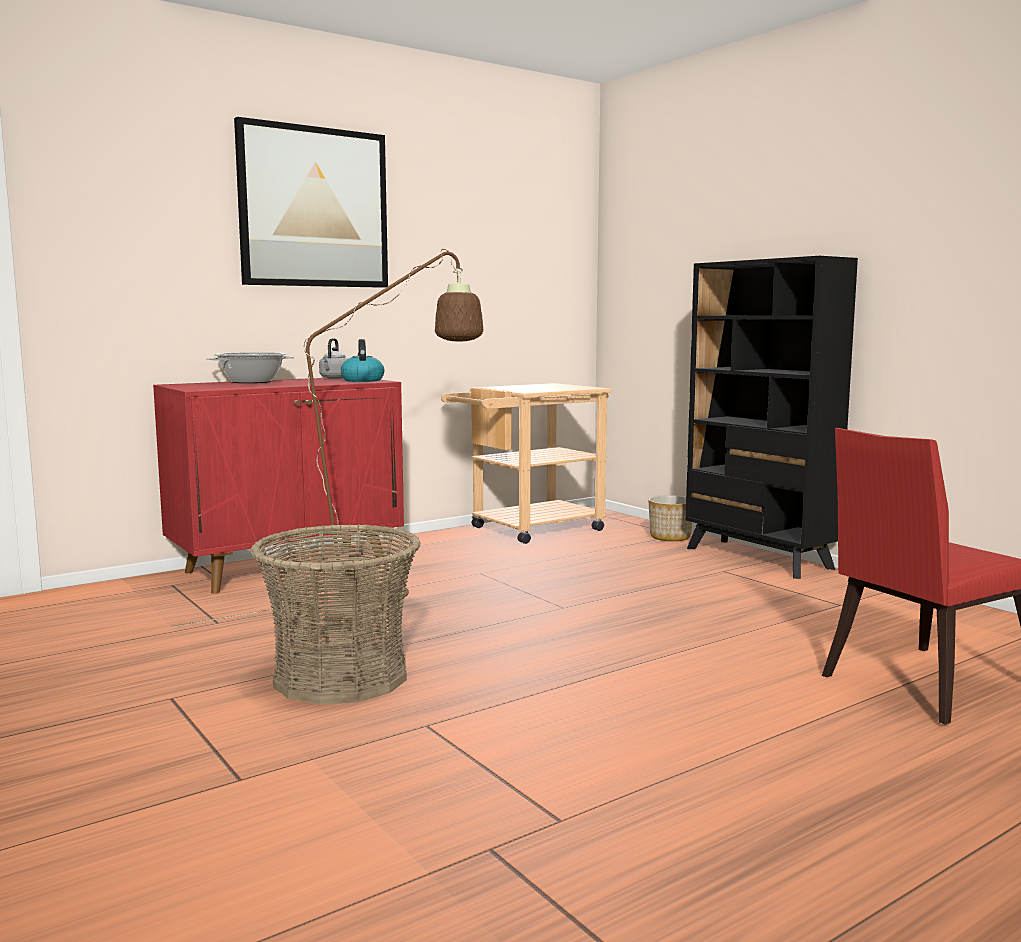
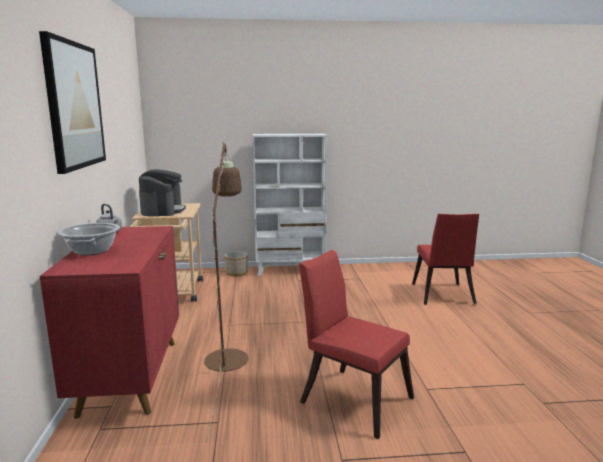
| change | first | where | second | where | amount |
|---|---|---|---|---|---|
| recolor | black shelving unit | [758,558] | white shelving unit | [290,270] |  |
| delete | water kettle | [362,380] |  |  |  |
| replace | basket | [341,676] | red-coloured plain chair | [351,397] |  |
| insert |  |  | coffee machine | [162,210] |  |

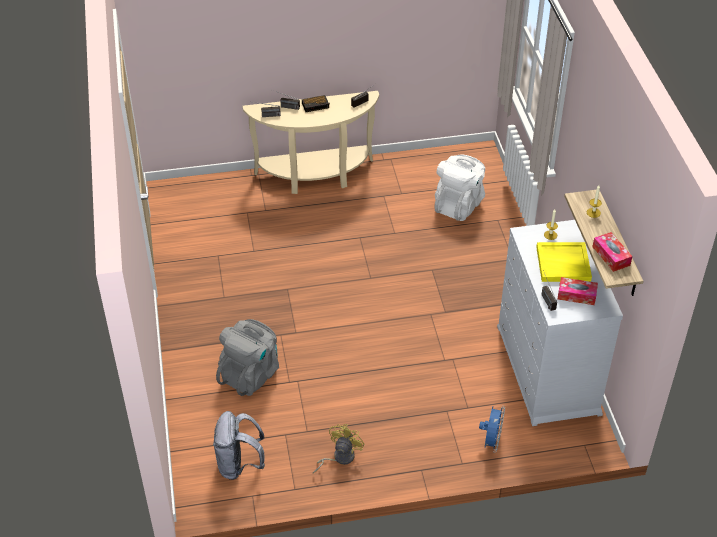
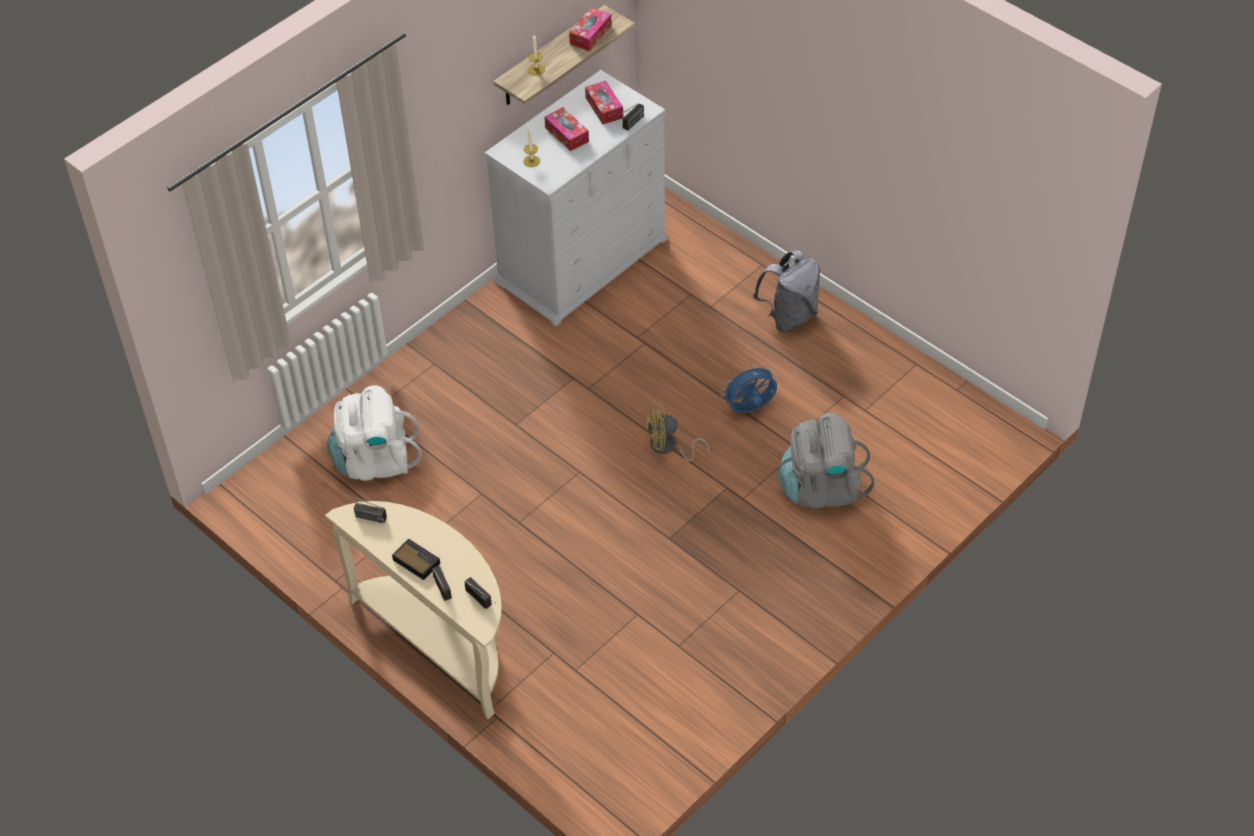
| change | first | where | second | where | amount |
|---|---|---|---|---|---|
| replace | yellow-coloured carrying tray | [563,263] | box of tissues | [567,134] |  |
| move | blue-coloured electric fan | [491,441] |  | [750,409] |  |
| move | grey backpack | [239,465] |  | [789,317] |  |
| move | yellow-coloured electric fan | [339,458] |  | [668,447] |  |

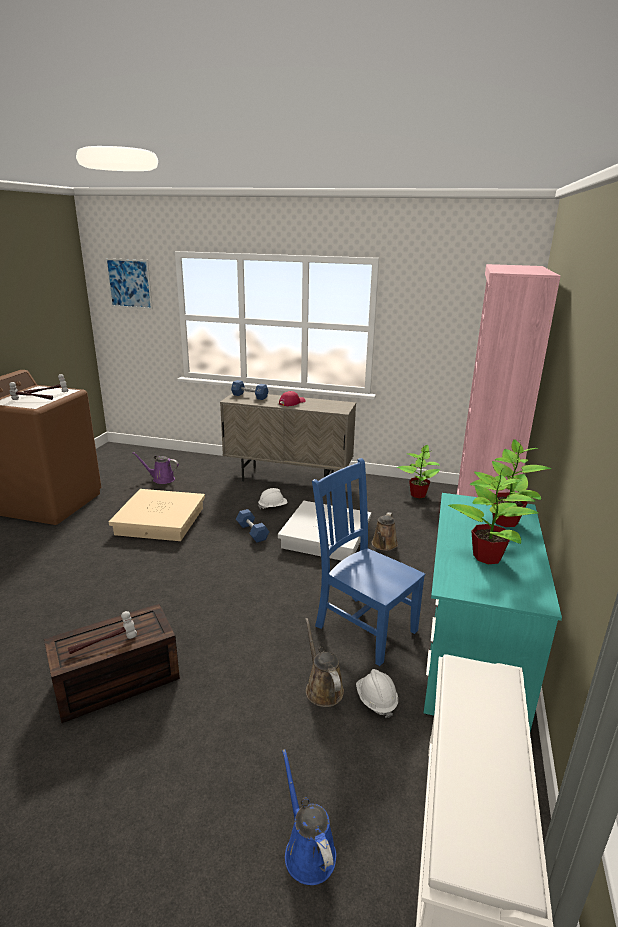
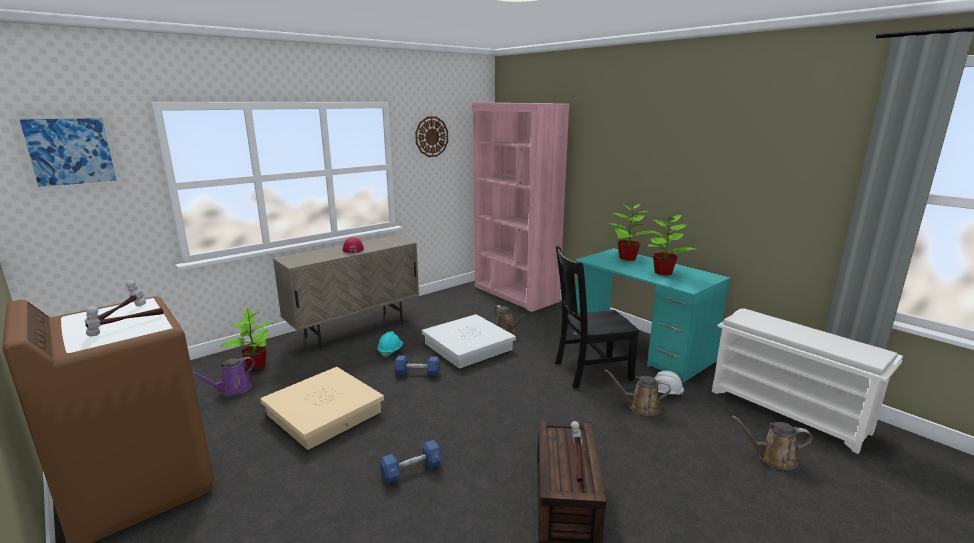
| change | first | where | second | where | amount |
|---|---|---|---|---|---|
| move | blue-coloured dumbbell | [249,396] |  | [411,470] |  |
| move | houseplant | [418,494] |  | [255,365] |  |
| recolor | blue-coloured plain chair | [363,626] | black plain chair | [590,371] |  |
| recolor | white safety helmet | [273,507] | turquoise safety helmet | [390,351] |  |
| recolor | blue-coloured watering can | [307,850] | brown watering can | [773,458] |  |
| insert |  |  | clock on the wall | [431,136] |  |

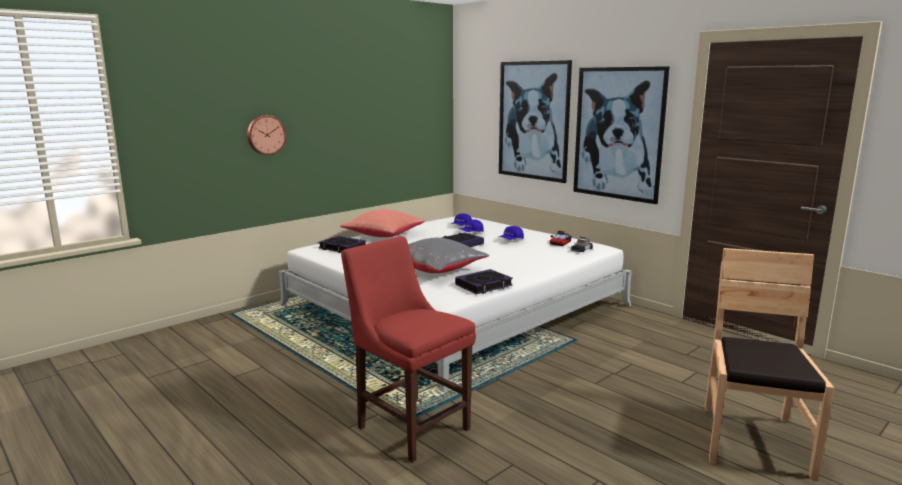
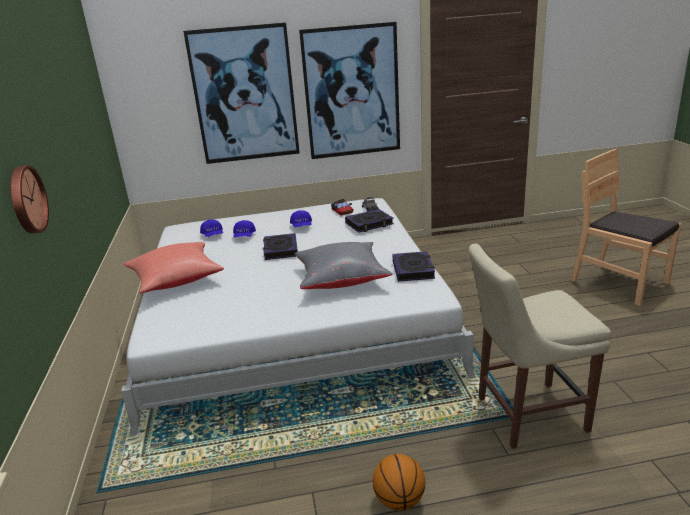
| change | first | where | second | where | amount |
|---|---|---|---|---|---|
| move | book | [342,248] |  | [369,224] |  |
| recolor | red-coloured plain chair | [410,425] | sand-coloured plain chair | [526,414] |  |
| insert |  |  | basketball | [399,501] |  |

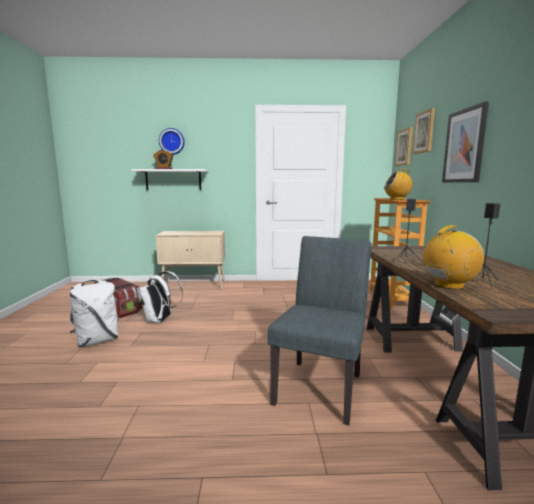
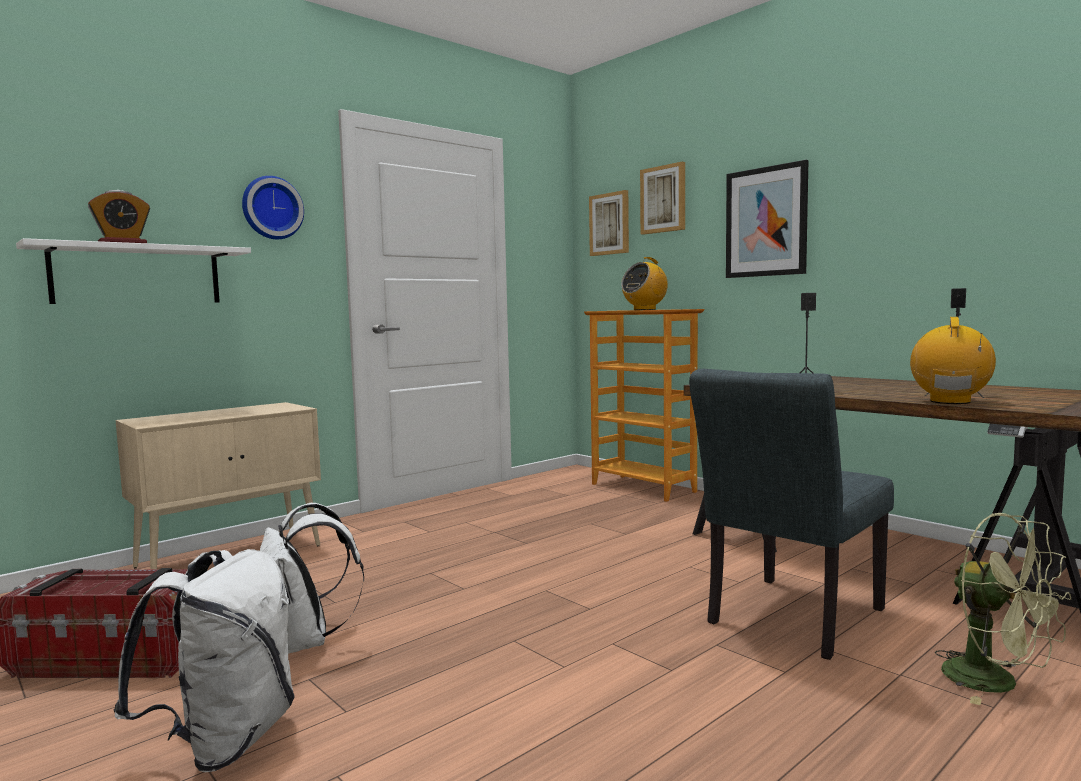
| change | first | where | second | where | amount |
|---|---|---|---|---|---|
| move | clock on the wall | [172,141] |  | [271,208] |  |
| rotate | grey plain chair | [321,384] |  | [788,620] | 120 degrees counterclockwise |
| insert |  |  | greenish electric fan | [996,683] |  |

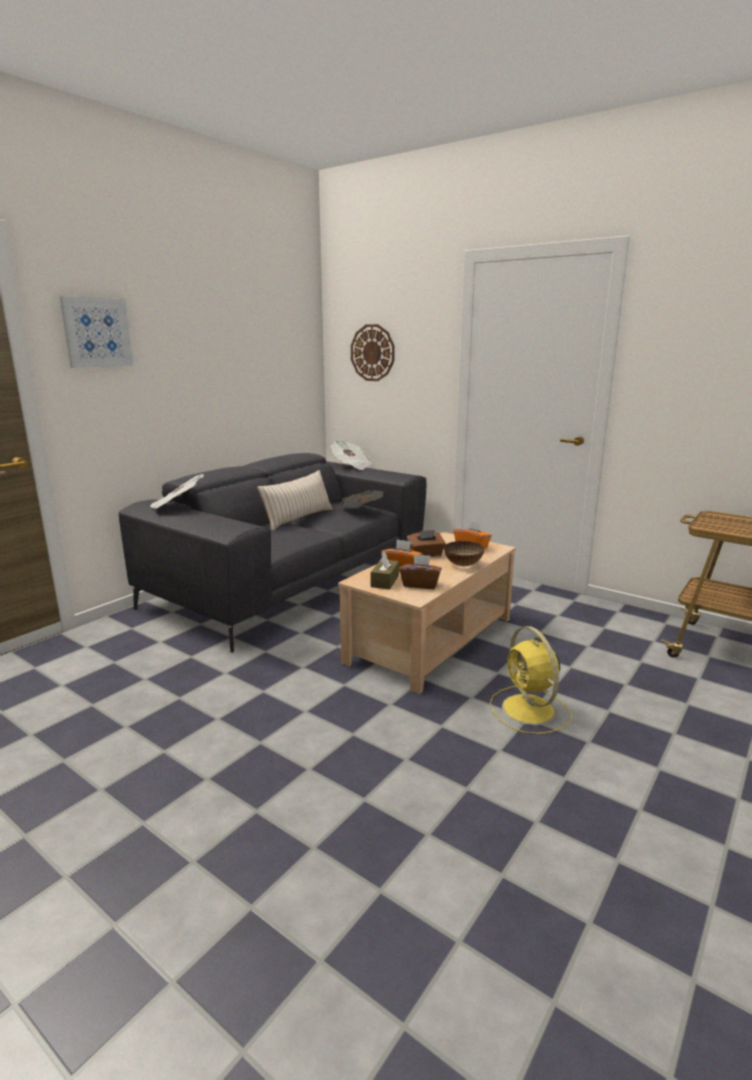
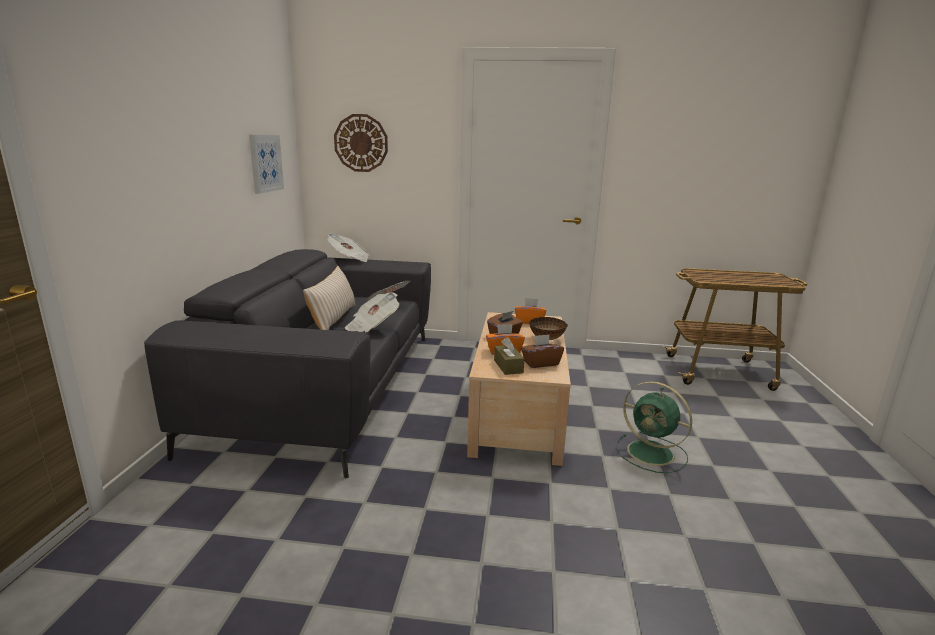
| change | first | where | second | where | amount |
|---|---|---|---|---|---|
| move | picture | [97,332] |  | [265,163] |  |
| move | newspaper | [177,506] |  | [372,326] |  |
| recolor | yellow-coloured electric fan | [530,711] | greenish electric fan | [652,453] |  |

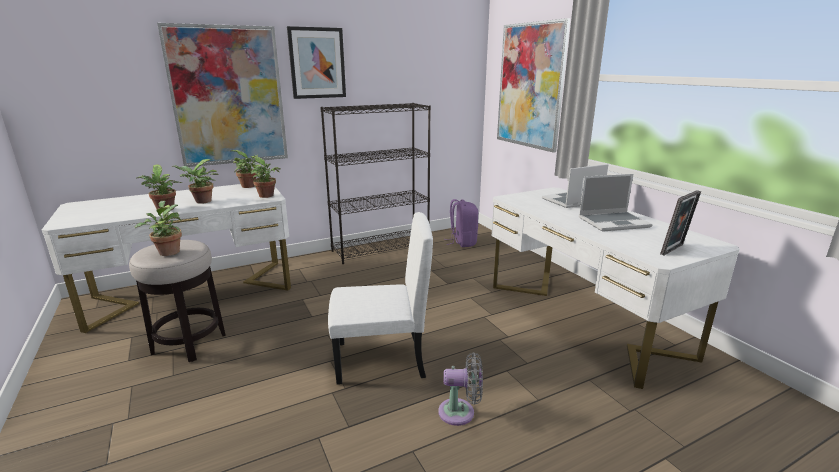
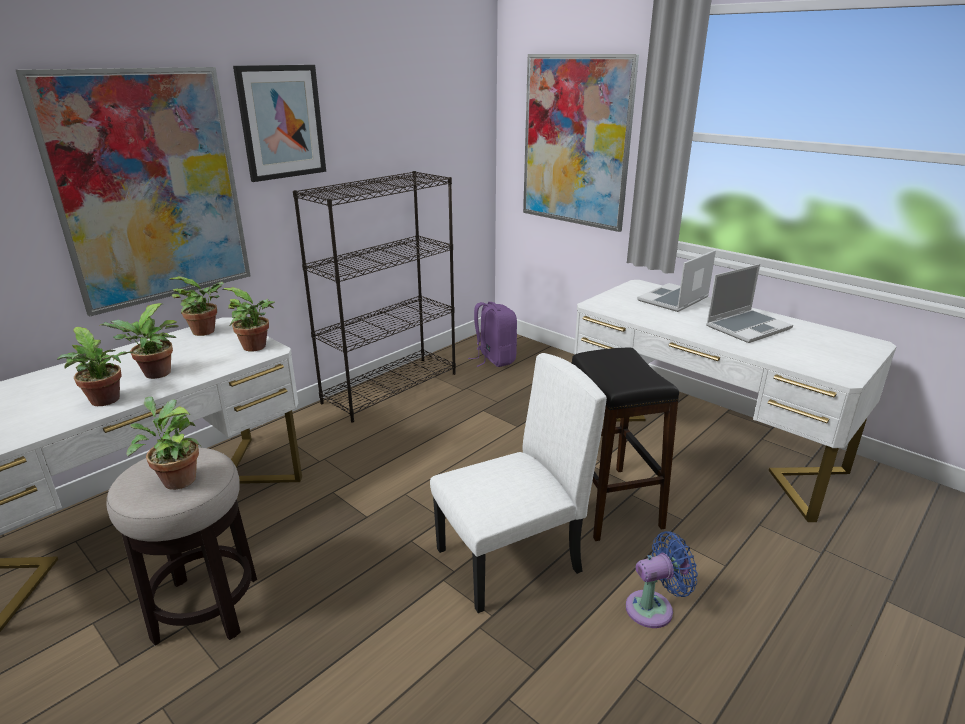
| change | first | where | second | where | amount |
|---|---|---|---|---|---|
| delete | picture frame | [674,250] |  |  |  |
| recolor | grey electric fan | [460,412] | blue-coloured electric fan | [654,608] |  |
| insert |  |  | black sitting stool | [608,502] |  |

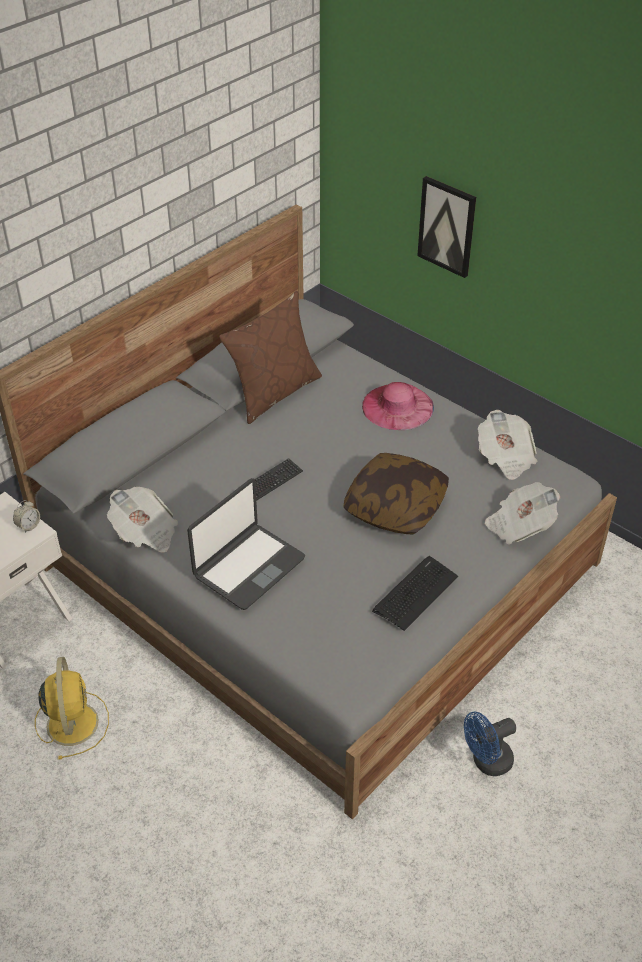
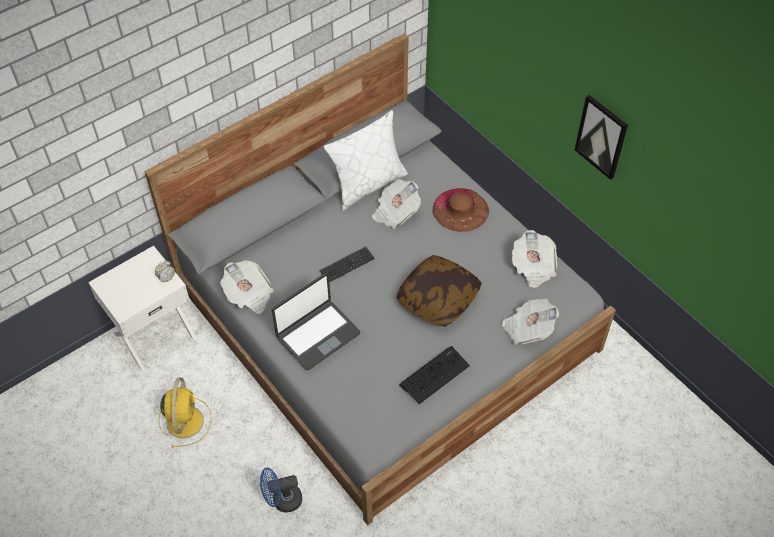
| change | first | where | second | where | amount |
|---|---|---|---|---|---|
| move | picture | [447,226] |  | [601,136] |  |
| recolor | brown pillow | [274,392] | white pillow | [367,184] |  |
| recolor | pink-coloured hat | [397,406] | brown hat | [460,210] |  |
| move | blue-coloured electric fan | [486,762] |  | [282,500] |  |
| insert |  |  | newspaper | [395,212] |  |

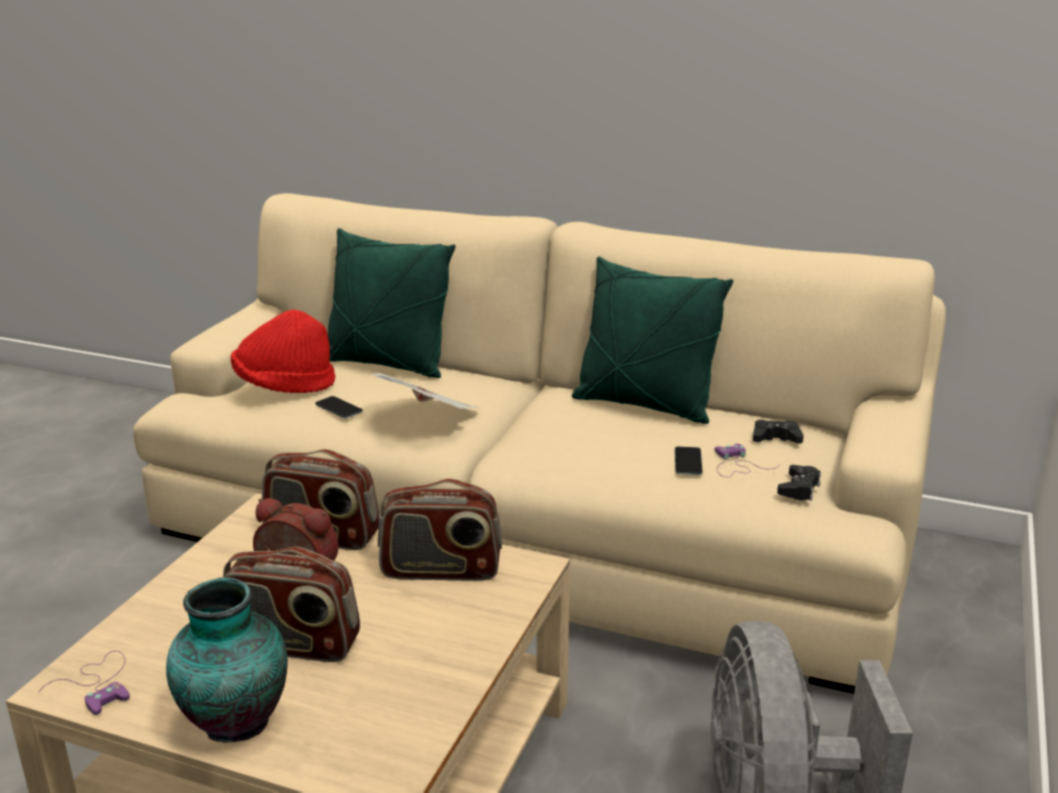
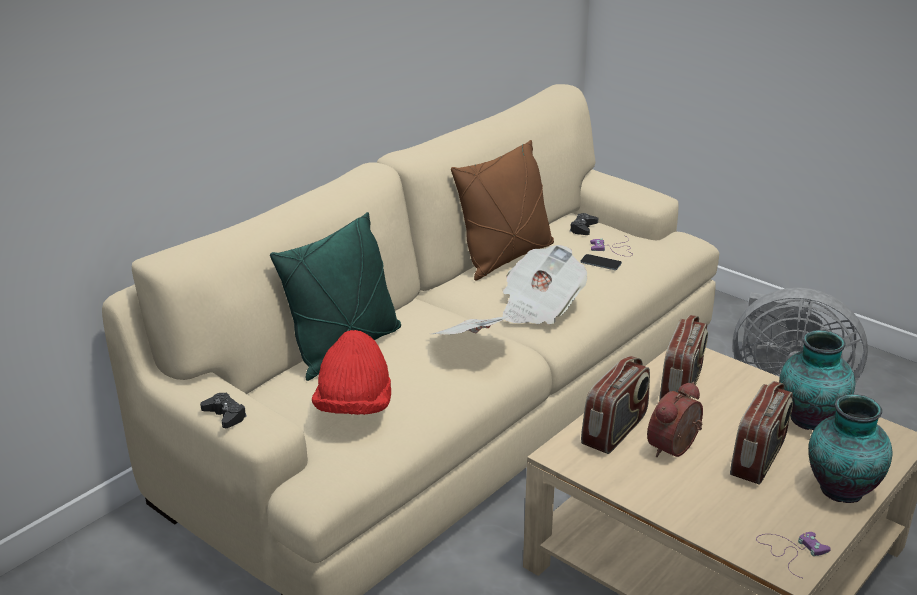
| change | first | where | second | where | amount |
|---|---|---|---|---|---|
| recolor | greenish pillow | [644,405] | brown pillow | [505,257] |  |
| delete | handset | [338,408] |  |  |  |
| move | black game controller | [799,488] |  | [225,415] |  |
| insert |  |  | newspaper | [539,307] |  |
| insert |  |  | flower vase | [808,420] |  |

